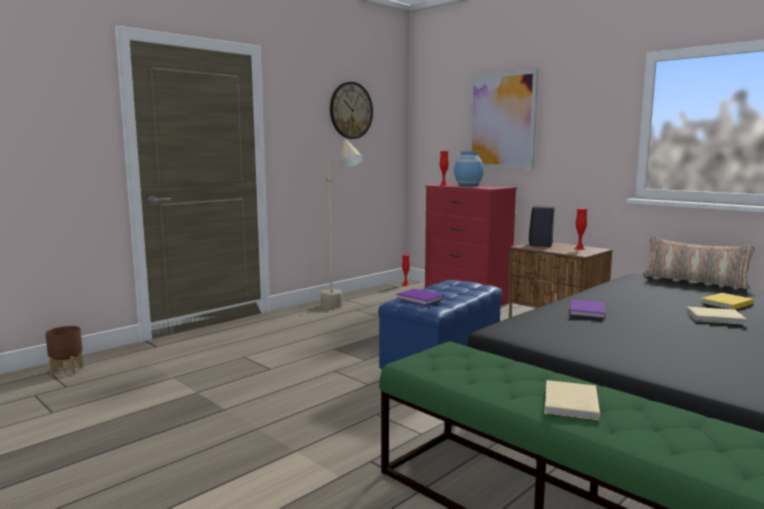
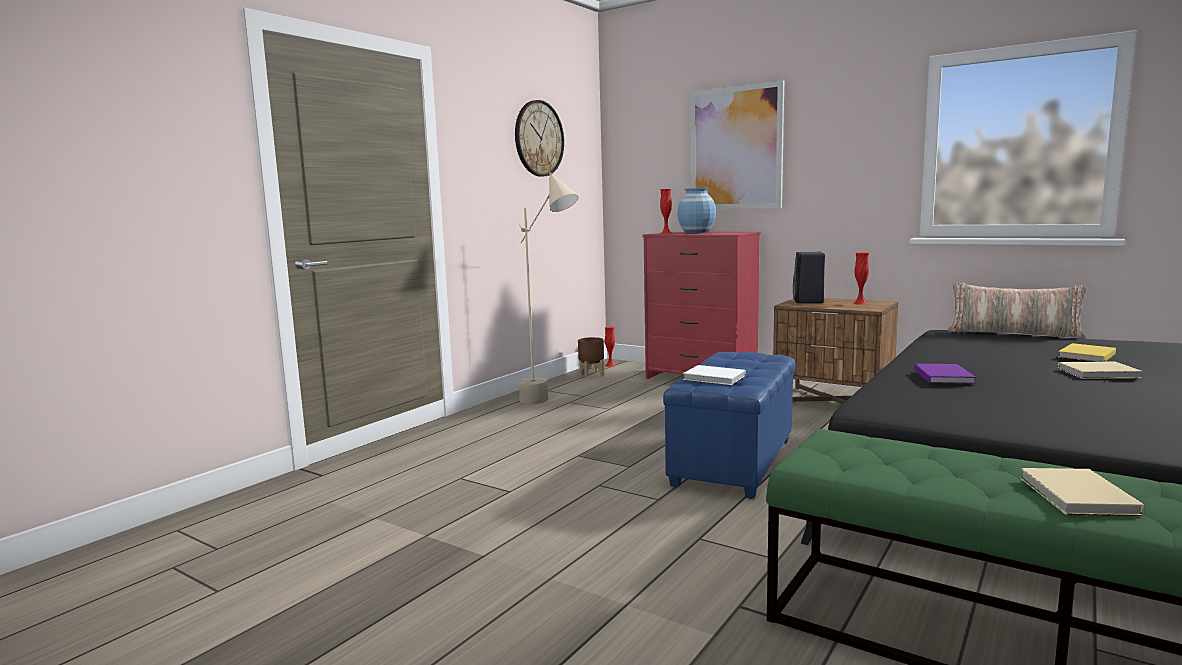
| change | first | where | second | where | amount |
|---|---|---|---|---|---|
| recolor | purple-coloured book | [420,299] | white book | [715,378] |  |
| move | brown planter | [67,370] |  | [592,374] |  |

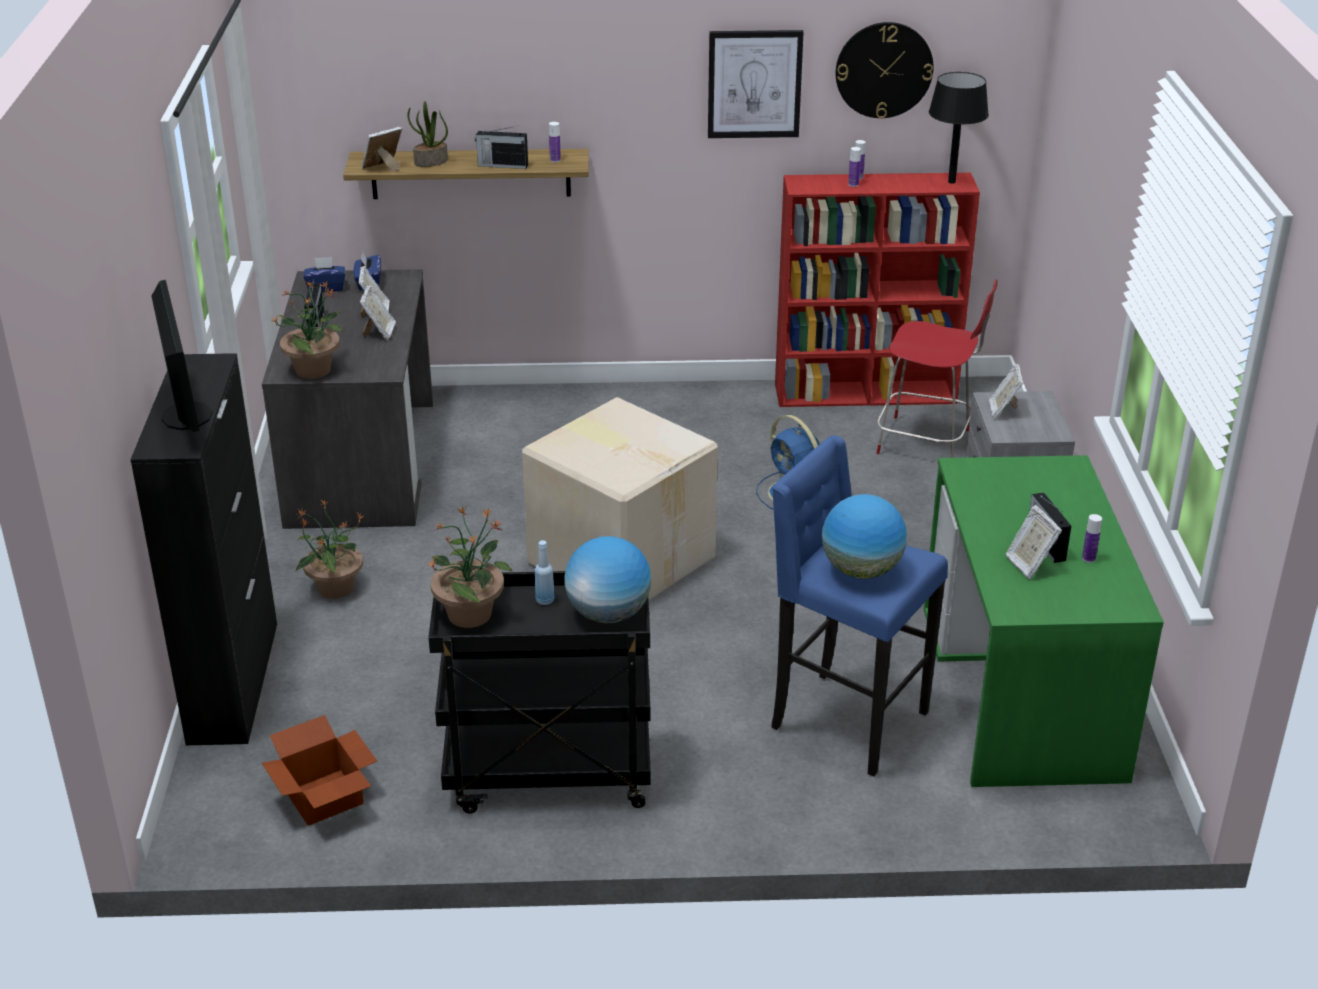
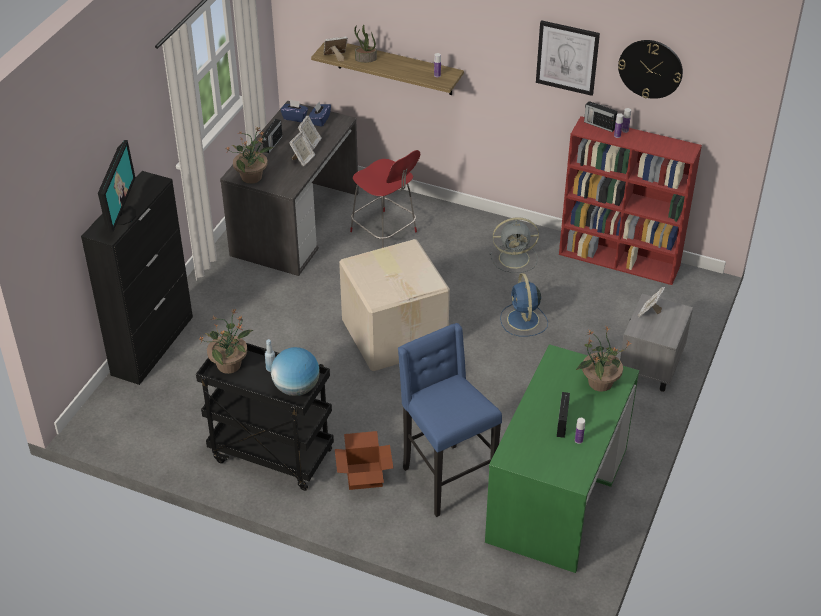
| change | first | where | second | where | amount |
|---|---|---|---|---|---|
| delete | black tabletop lamp | [951,182] |  |  |  |
| move | radio set | [502,165] |  | [599,125] |  |
| move | red-coloured plain chair | [927,442] |  | [385,233] |  |
| delete | world globe | [861,570] |  |  |  |
| move | houseplant | [334,589] |  | [599,383] |  |
| delete | picture frame | [1029,564] |  |  |  |
| move | carton | [324,799] |  | [363,476] |  |
| insert |  |  | grey electric fan | [515,258] |  |

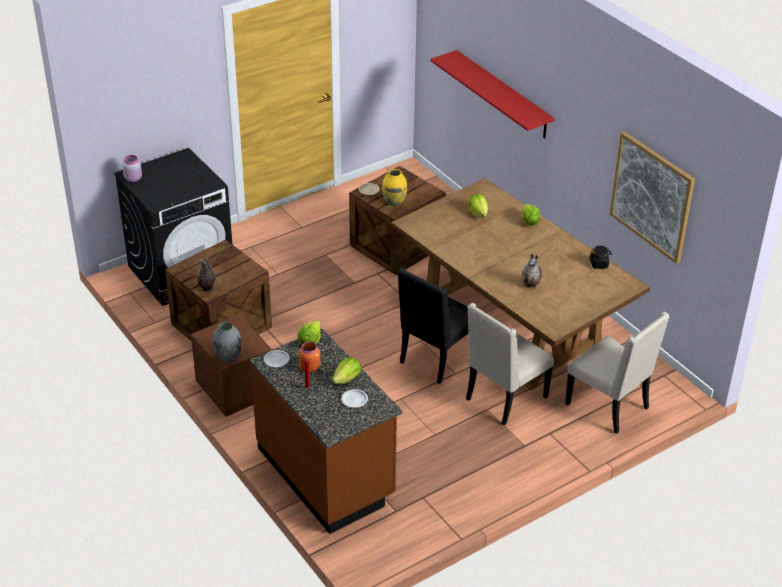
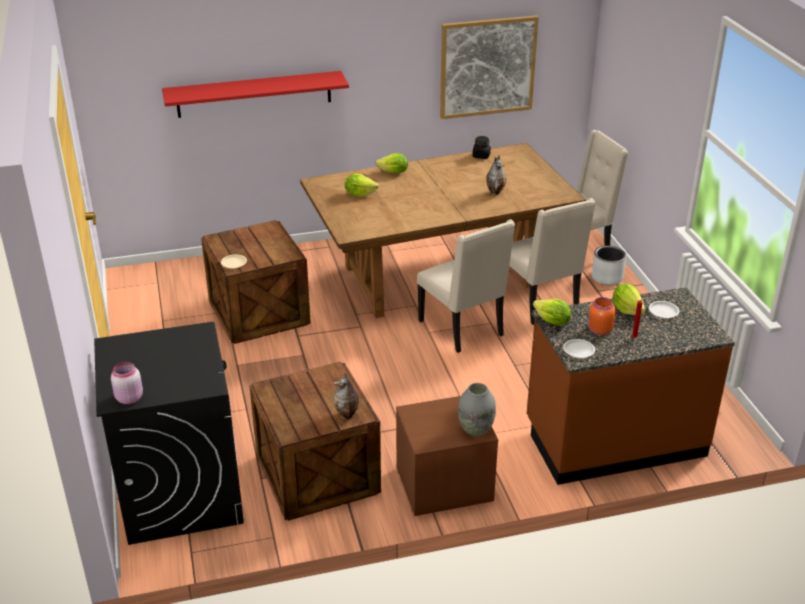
| change | first | where | second | where | amount |
|---|---|---|---|---|---|
| delete | yellow-coloured flower vase | [394,201] |  |  |  |
| recolor | black plain chair | [436,359] | sand-coloured plain chair | [463,329] |  |
| insert |  |  | grey planter | [607,277] |  |

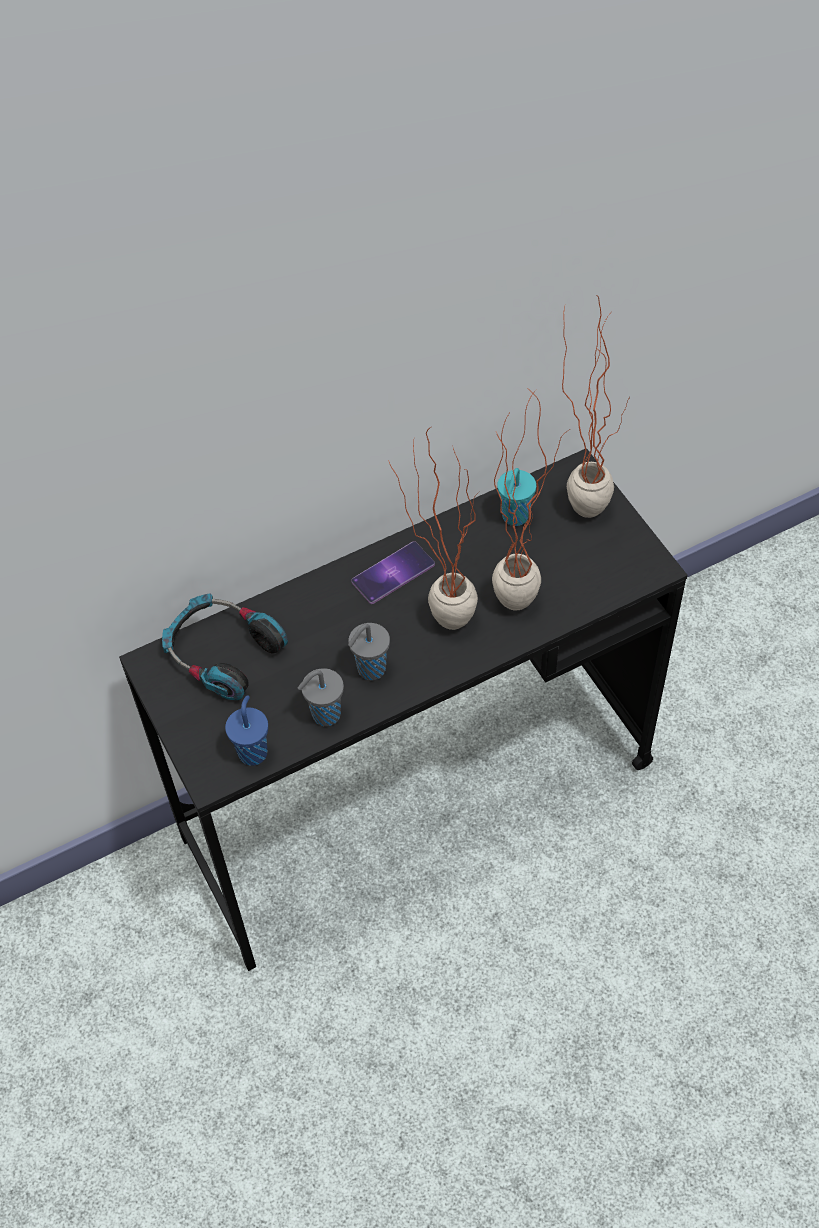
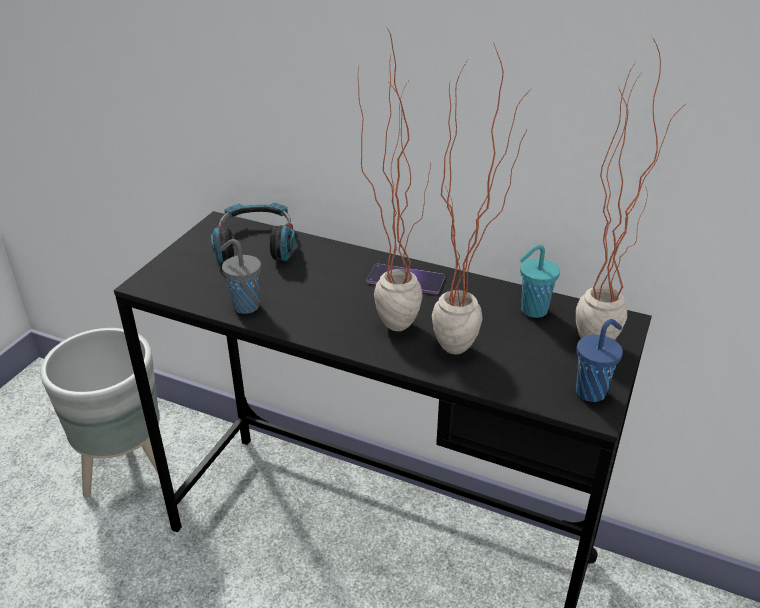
| change | first | where | second | where | amount |
|---|---|---|---|---|---|
| delete | grey cup | [370,670] |  |  |  |
| move | blue-coloured cup | [253,751] |  | [592,391] |  |
| insert |  |  | grey planter | [128,470] |  |

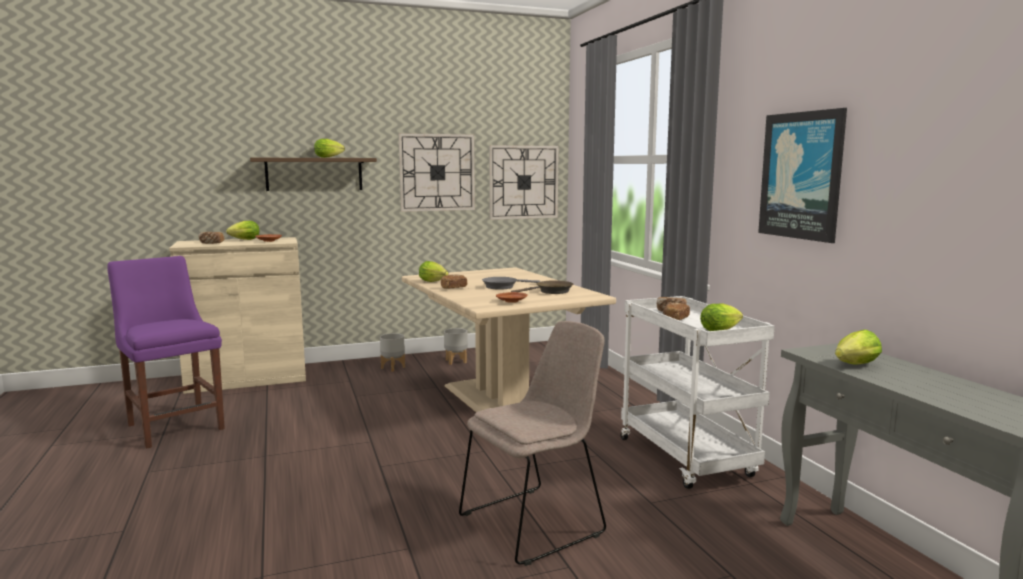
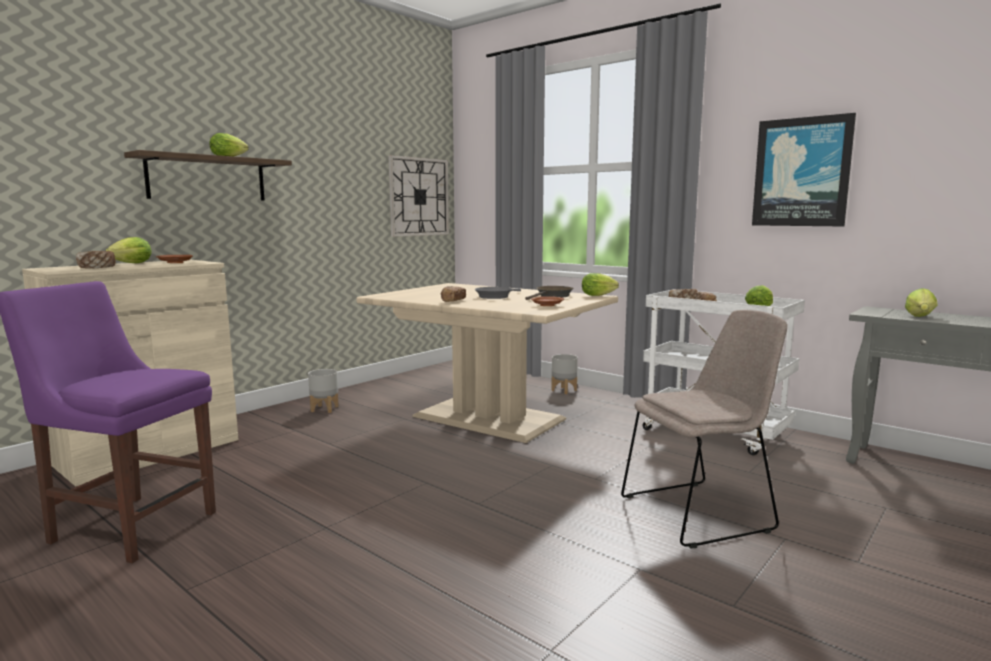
| change | first | where | second | where | amount |
|---|---|---|---|---|---|
| delete | clock on the wall | [437,172] |  |  |  |
| move | head of lettuce | [434,282] |  | [600,295] |  |
| rotate | sand-coloured plain chair | [535,522] |  | [700,512] | 45 degrees clockwise |
| move | grey planter | [456,361] |  | [564,390] |  |

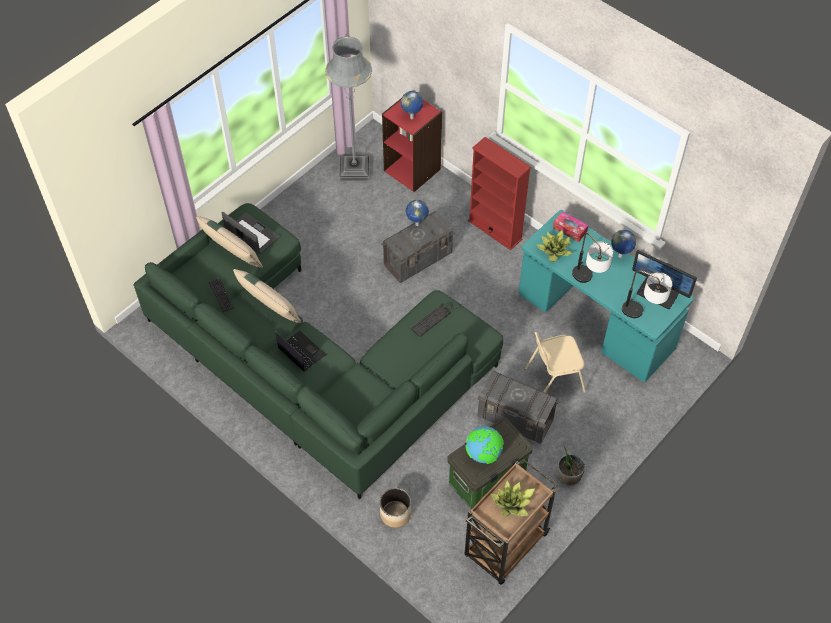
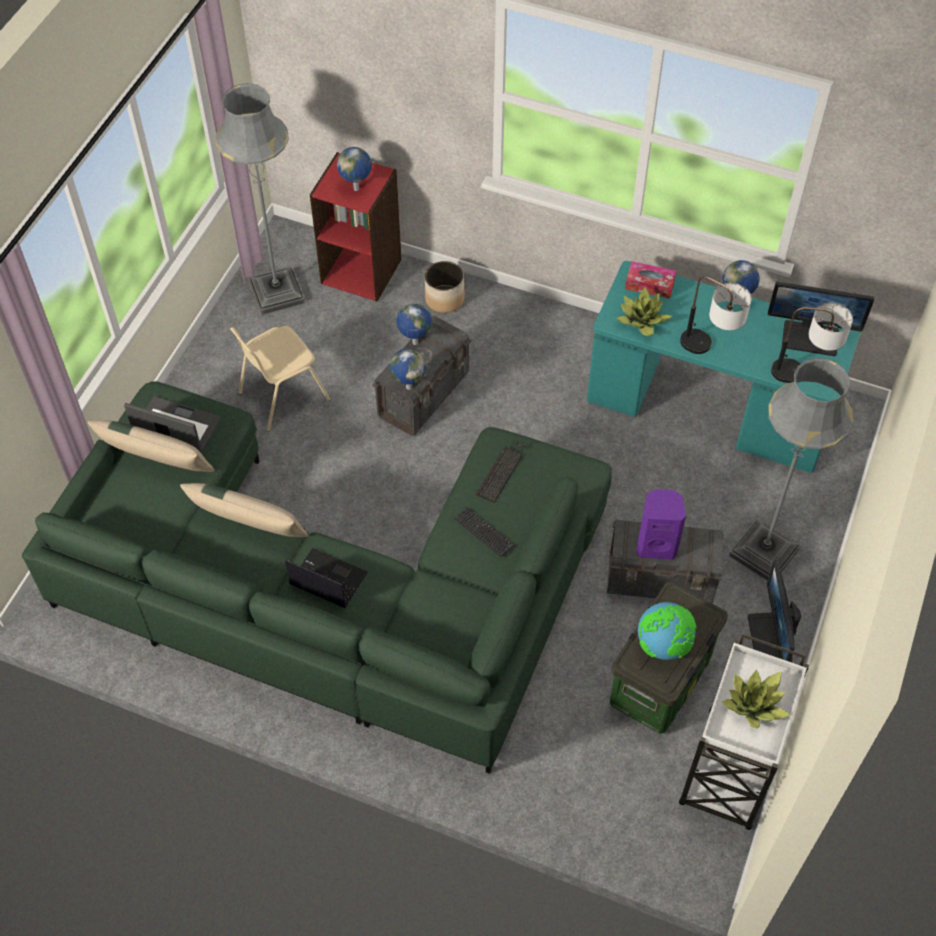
| change | first | where | second | where | amount |
|---|---|---|---|---|---|
| delete | red-coloured shelving unit | [495,230] |  |  |  |
| move | keyboard | [221,295] |  | [484,532] |  |
| move | sand-coloured plain chair | [553,379] |  | [282,396] |  |
| replace | houseplant | [569,476] | monitor | [771,638] |  |
| recolor | brown cart | [505,546] | white cart | [728,771] |  |
| move | planter | [395,514] |  | [444,299] |  |
| insert |  |  | world globe | [408,387] |  |
| insert |  |  | grey floor lamp | [764,552] |  |
| insert |  |  | purple-coloured loudspeaker | [656,544] |  |

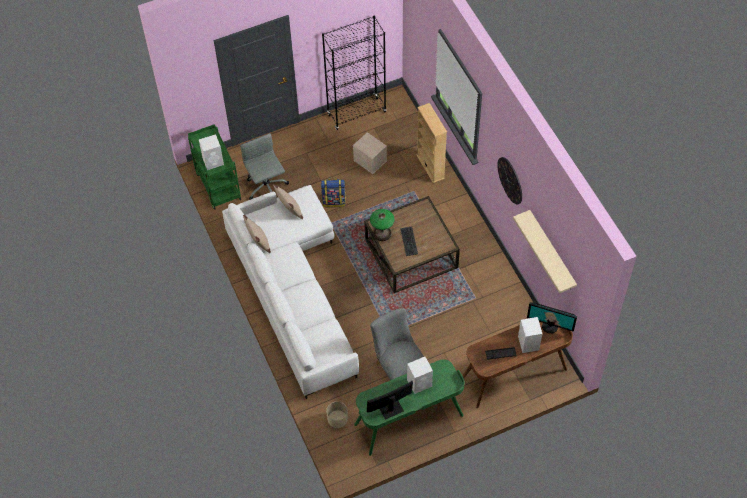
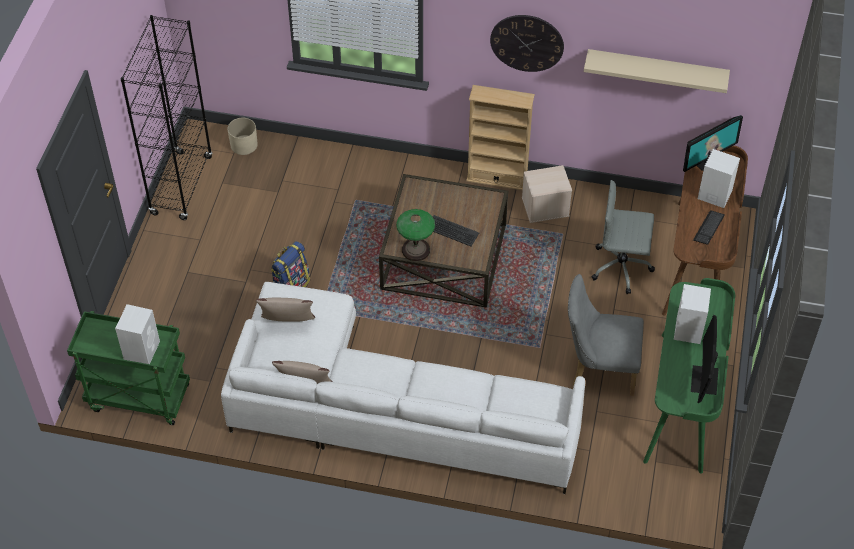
| change | first | where | second | where | amount |
|---|---|---|---|---|---|
| move | sand-coloured shelving unit | [430,166] |  | [497,178] |  |
| move | sand-coloured storage container | [369,160] |  | [544,207] |  |
| move | grey office chair | [266,187] |  | [622,267] |  |
| move | sand-coloured planter | [337,419] |  | [244,145] |  |

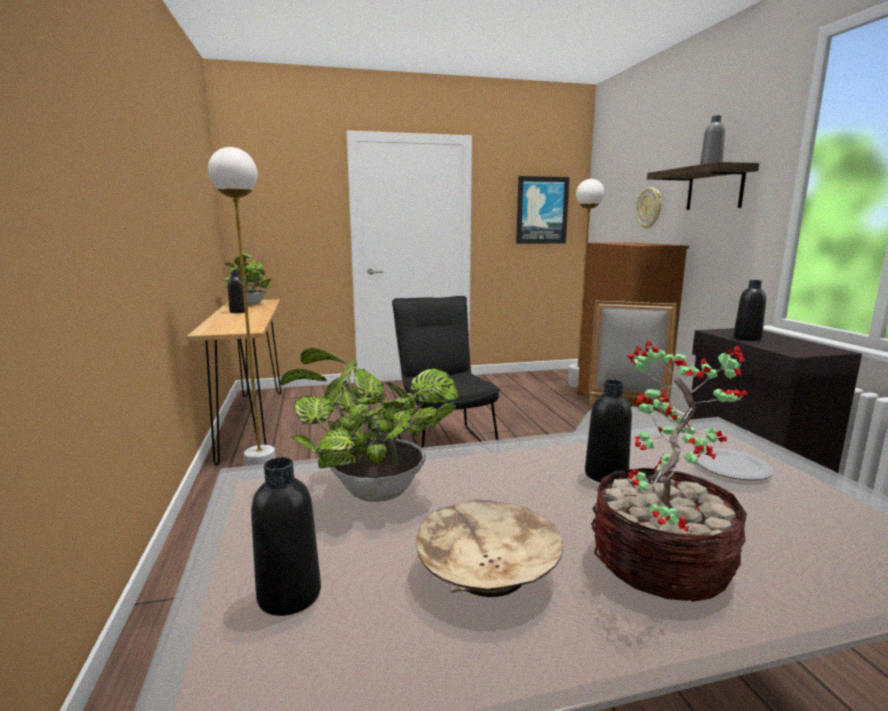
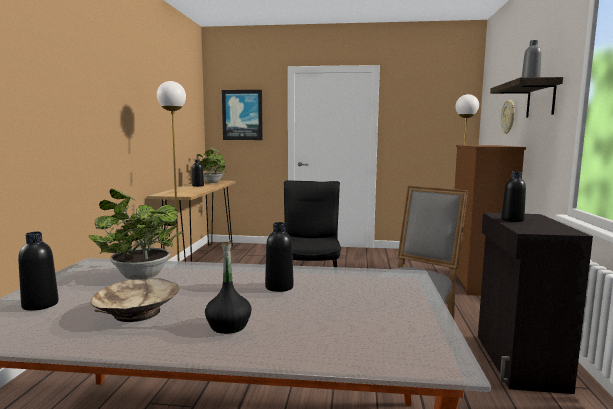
| change | first | where | second | where | amount |
|---|---|---|---|---|---|
| move | picture | [541,210] |  | [242,115] |  |
| replace | houseplant | [659,564] | black beverage bottle | [228,326] |  |
| delete | flat dish | [731,466] |  |  |  |

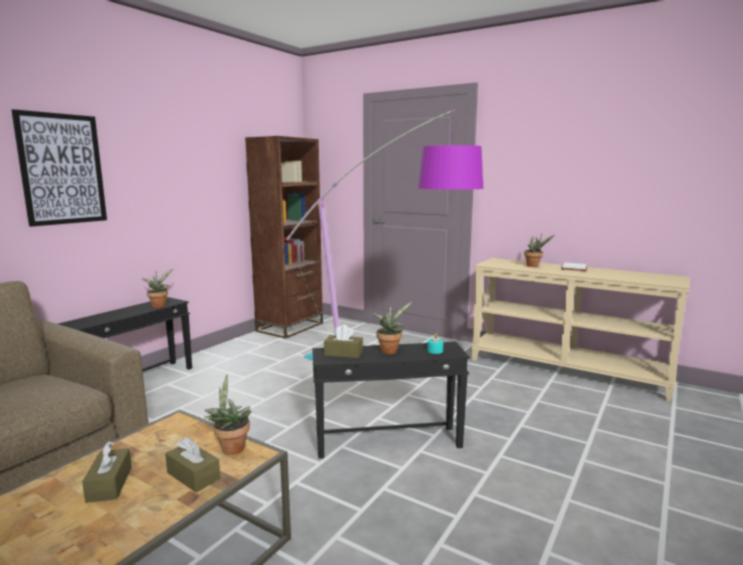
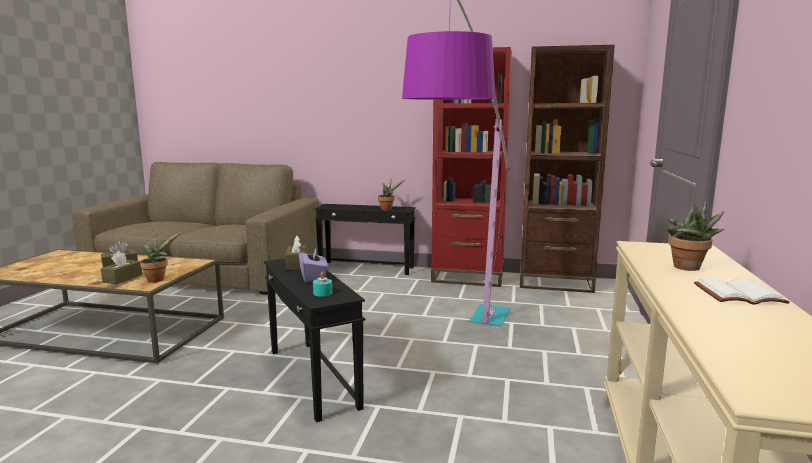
| change | first | where | second | where | amount |
|---|---|---|---|---|---|
| delete | picture | [62,169] |  |  |  |
| replace | houseplant | [390,350] | purple-coloured box of tissues | [313,277] |  |
| insert |  |  | red-coloured shelving unit | [468,277] |  |

